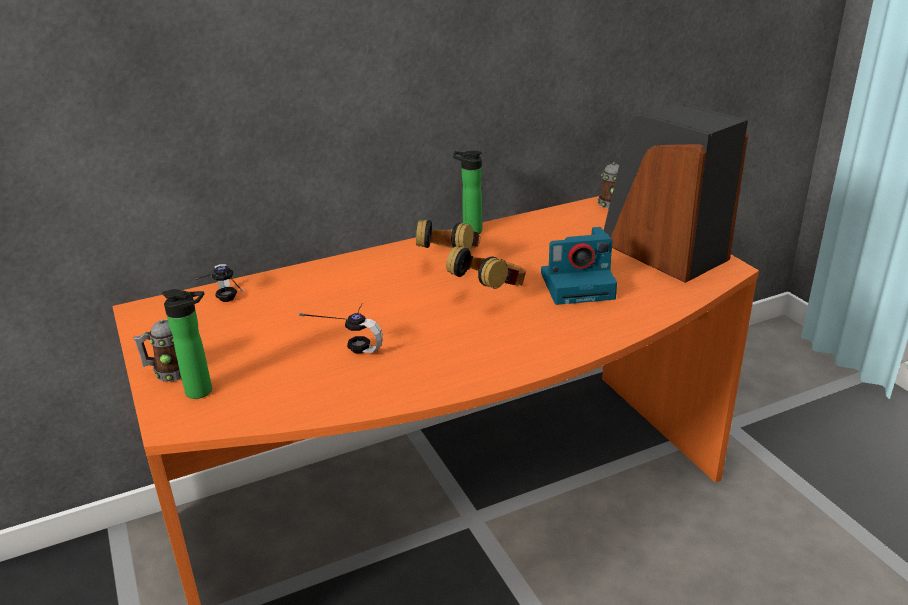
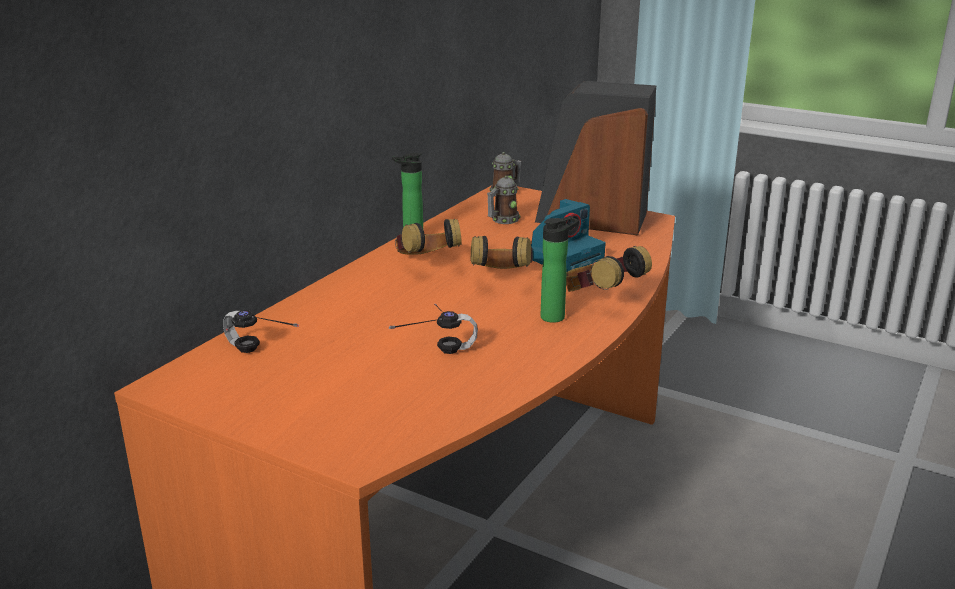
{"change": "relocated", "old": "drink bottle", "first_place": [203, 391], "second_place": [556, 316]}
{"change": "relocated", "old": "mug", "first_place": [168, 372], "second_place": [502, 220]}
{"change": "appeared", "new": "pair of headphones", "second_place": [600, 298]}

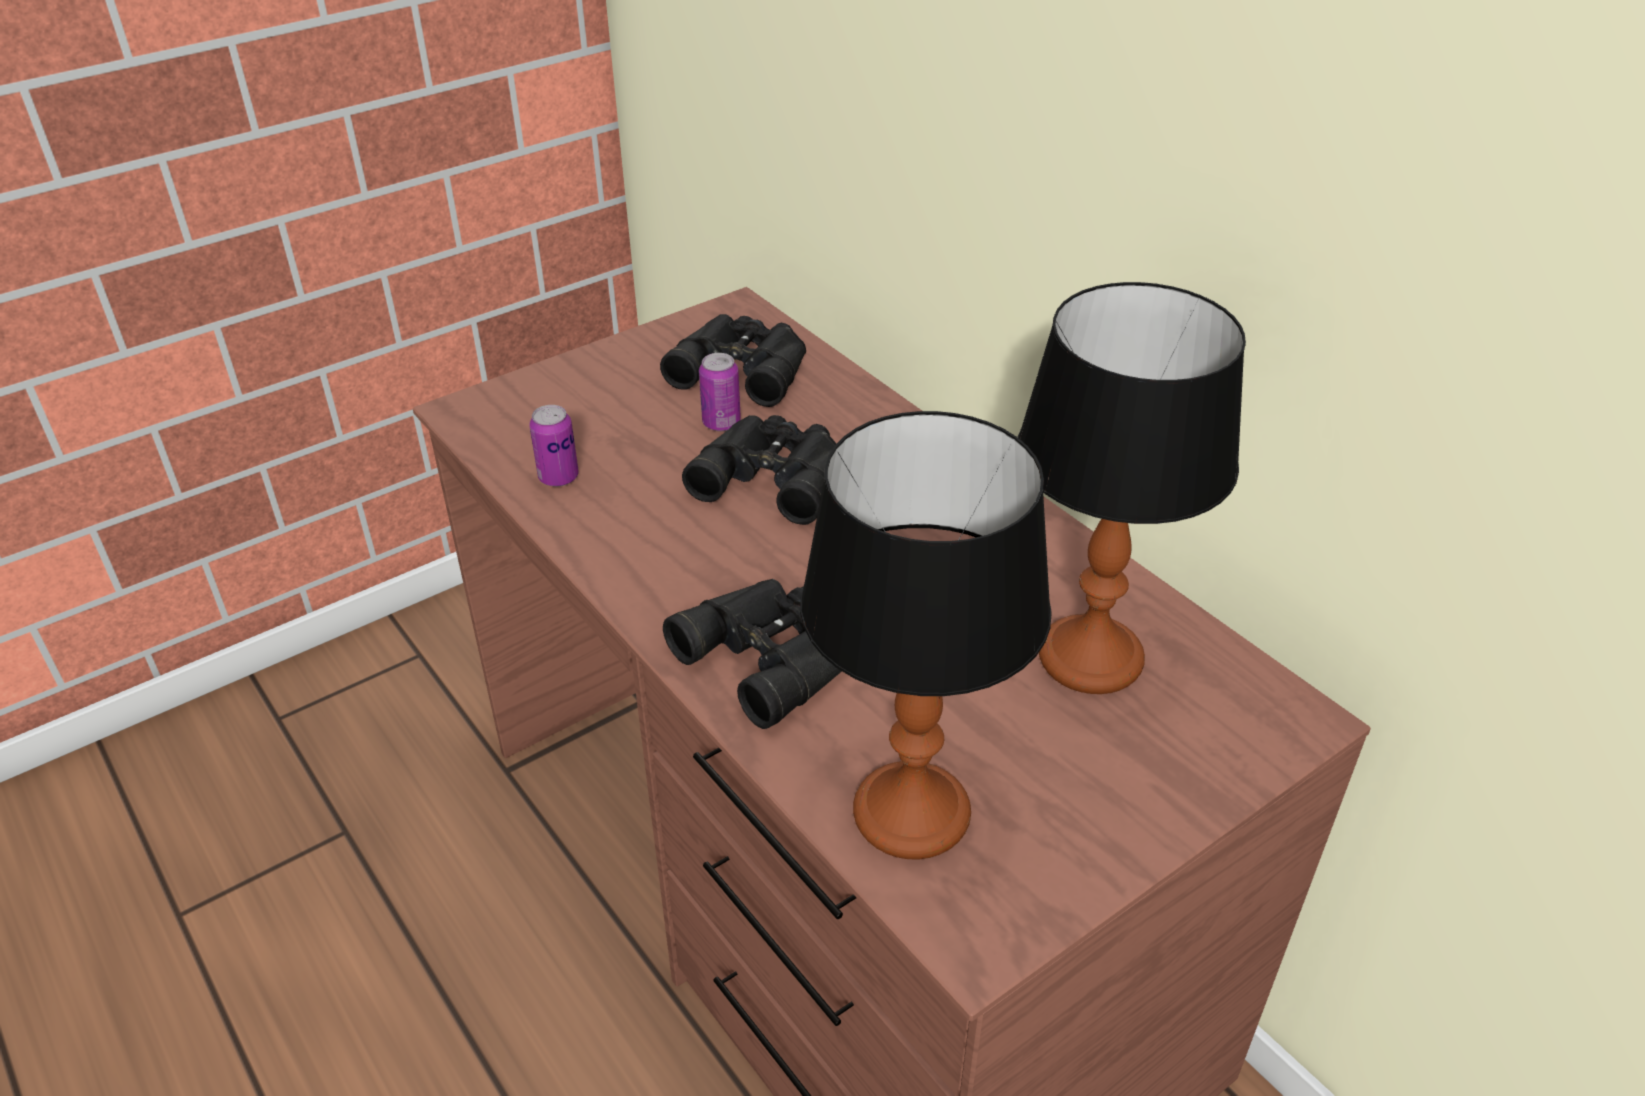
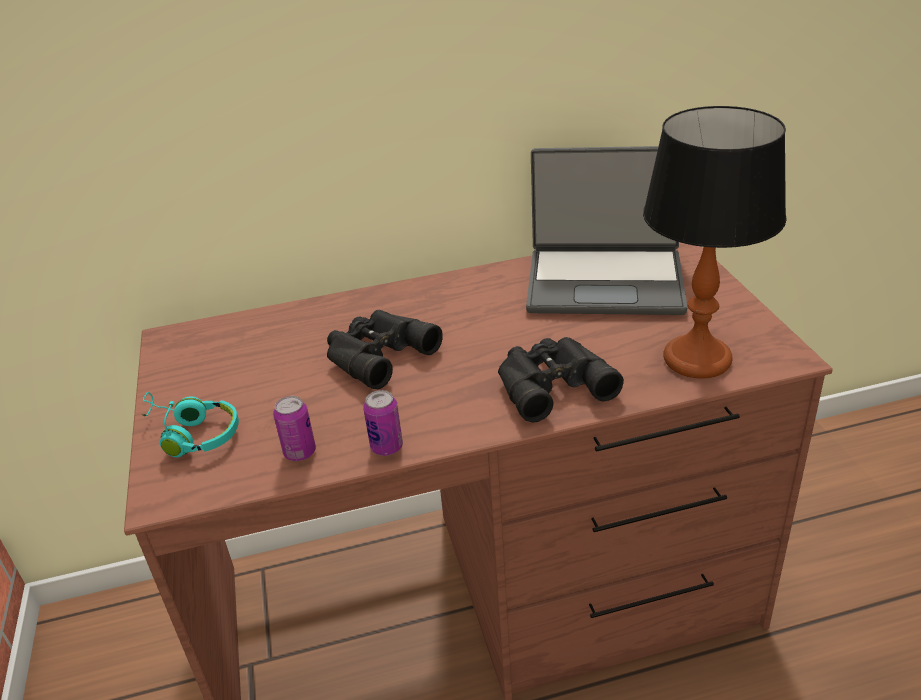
{"change": "exchanged", "old": "table lamp", "new": "laptop", "first_place": [1092, 658], "second_place": [605, 282]}
{"change": "missing", "old": "field glasses (black)", "first_place": [743, 367]}
{"change": "relocated", "old": "can", "first_place": [721, 423], "second_place": [386, 447]}
{"change": "appeared", "new": "pair of headphones (blue-green)", "second_place": [191, 434]}

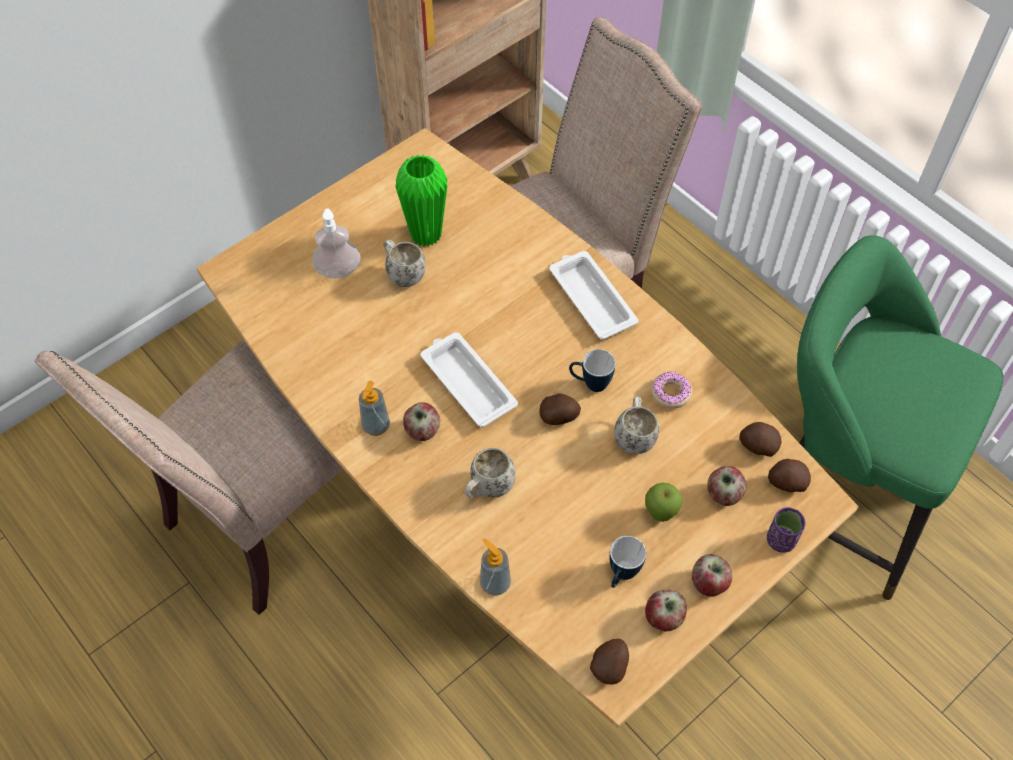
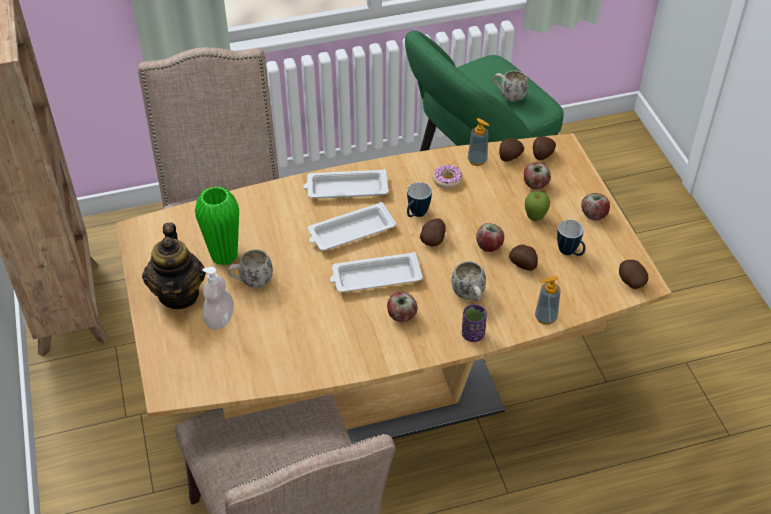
{"change": "relocated", "old": "liquid soap bottle", "first_place": [376, 426], "second_place": [477, 160]}
{"change": "relocated", "old": "mug (whitish)", "first_place": [634, 435], "second_place": [508, 96]}
{"change": "relocated", "old": "drinking cup (purplish)", "first_place": [781, 540], "second_place": [473, 334]}
{"change": "relocated", "old": "apple", "first_place": [664, 618], "second_place": [489, 246]}
{"change": "appeared", "new": "serving tray (whitish)", "second_place": [350, 232]}
{"change": "appeared", "new": "tea pot", "second_place": [179, 294]}
{"change": "appeared", "new": "potato", "second_place": [523, 265]}

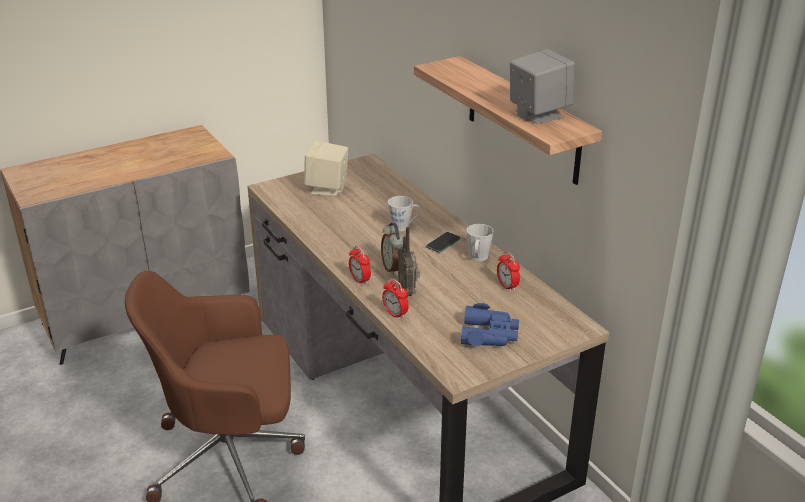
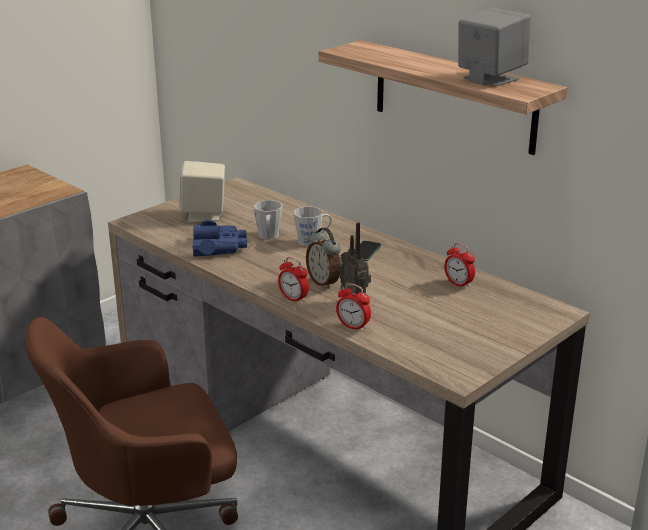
{"change": "relocated", "old": "mug (greyish)", "first_place": [478, 258], "second_place": [268, 237]}
{"change": "relocated", "old": "field glasses (bluish)", "first_place": [489, 334], "second_place": [219, 247]}

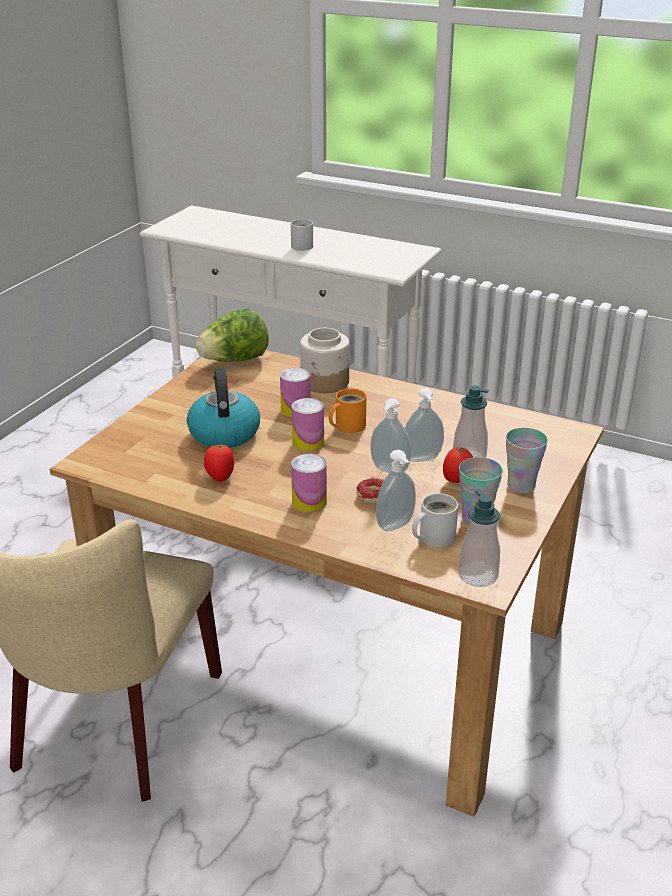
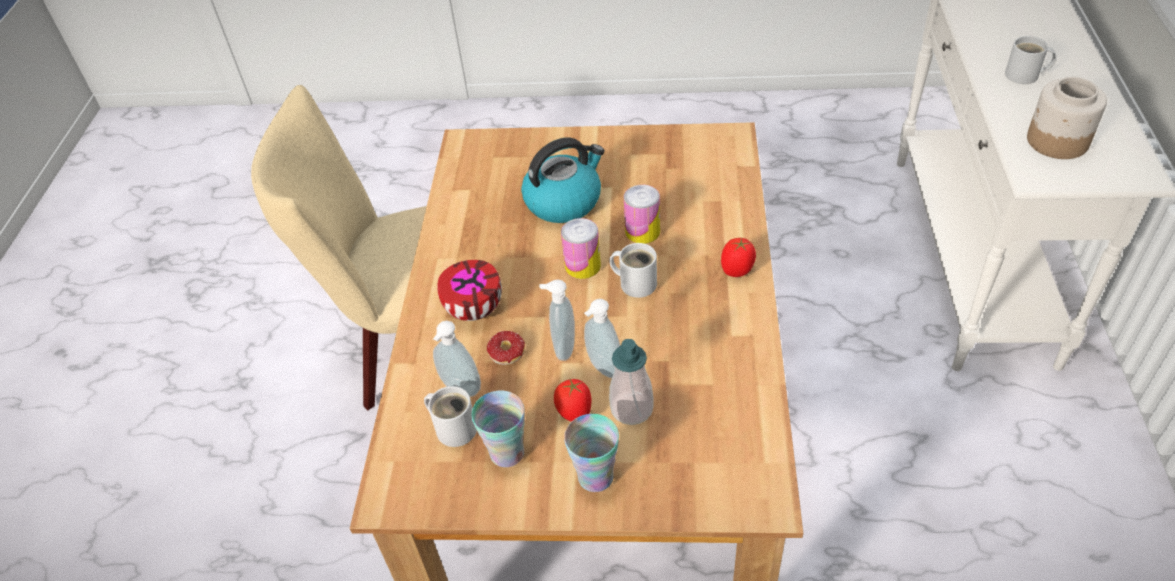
{"change": "missing", "old": "lettuce head", "first_place": [235, 360]}
{"change": "relocated", "old": "storage jar", "first_place": [325, 382], "second_place": [1056, 141]}
{"change": "colour", "old": "mug (orange)", "new": "mug (whitish)", "first_place": [347, 426], "second_place": [635, 282]}
{"change": "relocated", "old": "whole tomato", "first_place": [220, 477], "second_place": [737, 271]}
{"change": "exchanged", "old": "can", "new": "deep dish", "first_place": [309, 502], "second_place": [473, 308]}
{"change": "missing", "old": "liquid soap bottle", "first_place": [478, 575]}

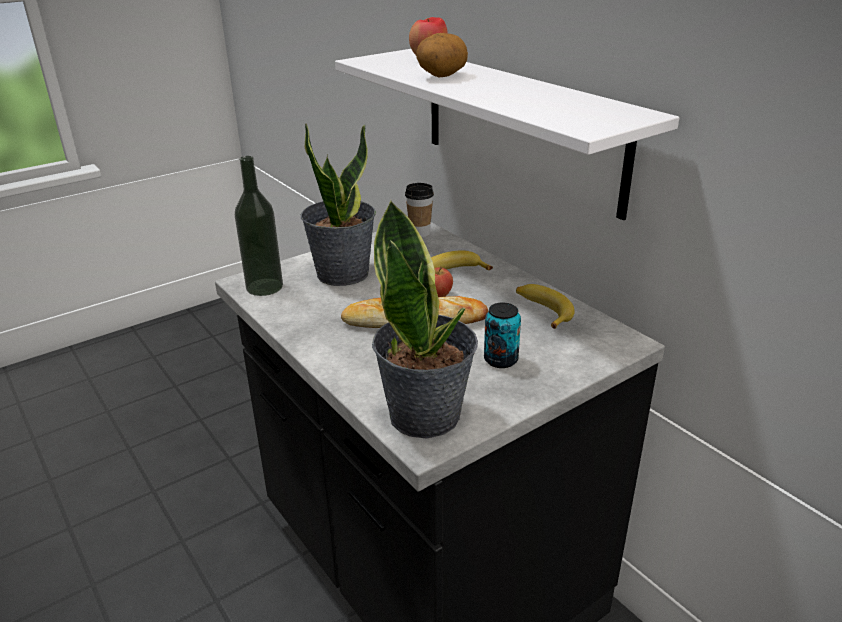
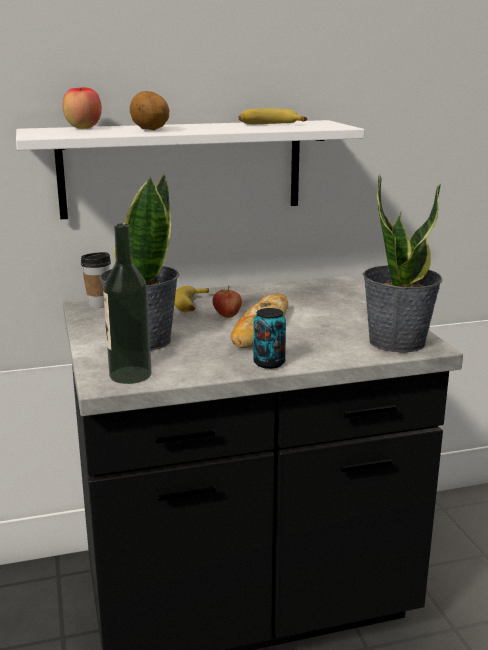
{"change": "relocated", "old": "banana fruit", "first_place": [542, 311], "second_place": [269, 124]}
{"change": "relocated", "old": "can", "first_place": [500, 360], "second_place": [269, 363]}

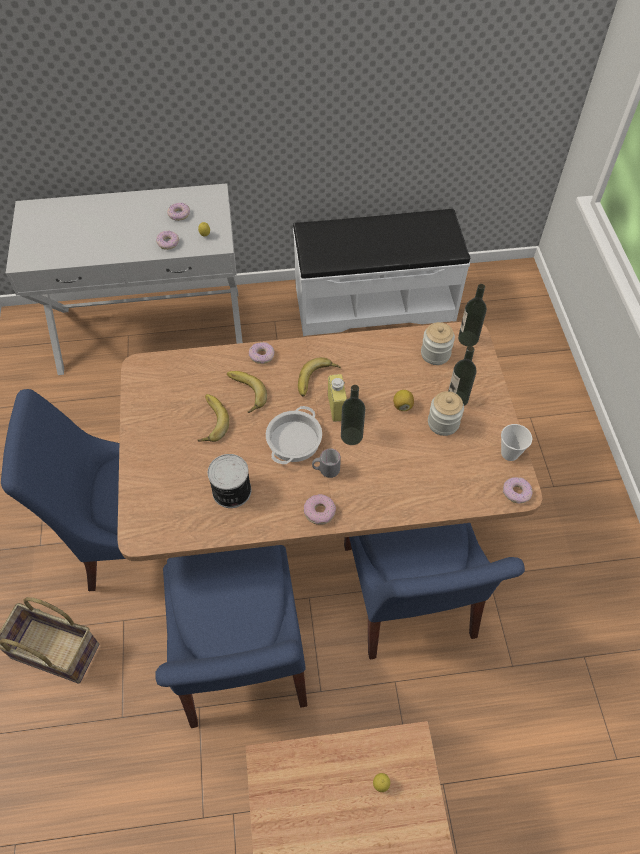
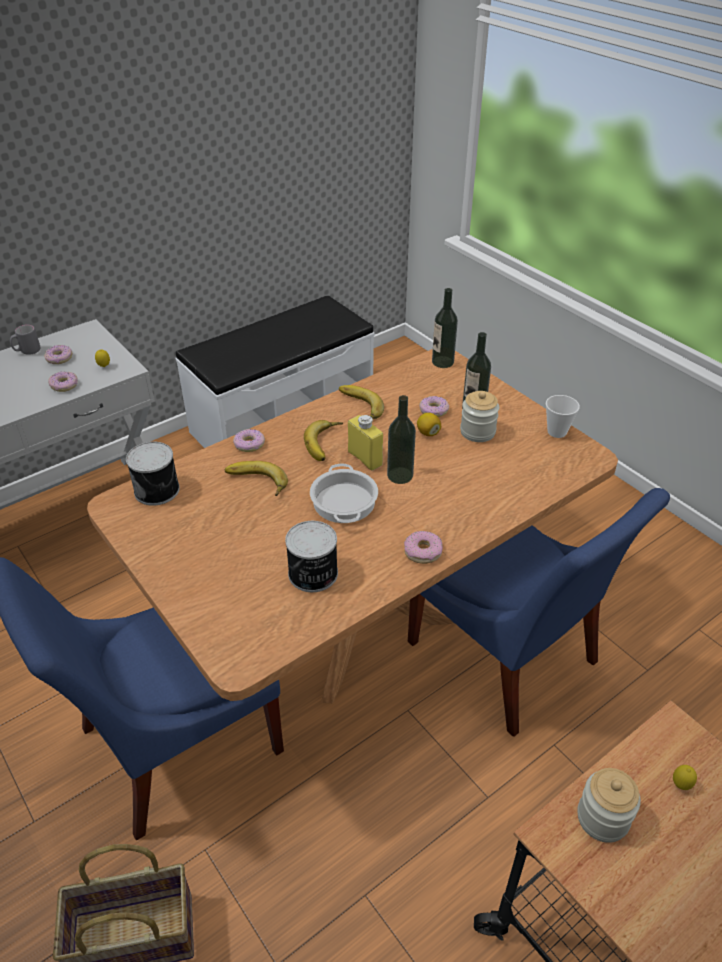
{"change": "relocated", "old": "storage jar", "first_place": [435, 354], "second_place": [602, 818]}
{"change": "relocated", "old": "banana fruit", "first_place": [209, 421], "second_place": [358, 407]}
{"change": "relocated", "old": "mug (greyish)", "first_place": [326, 470], "second_place": [27, 351]}
{"change": "relocated", "old": "ring doughnut", "first_place": [516, 492], "second_place": [433, 410]}
{"change": "missing", "old": "plain chair (bluish)", "first_place": [241, 660]}
{"change": "appeared", "new": "can", "second_place": [158, 490]}

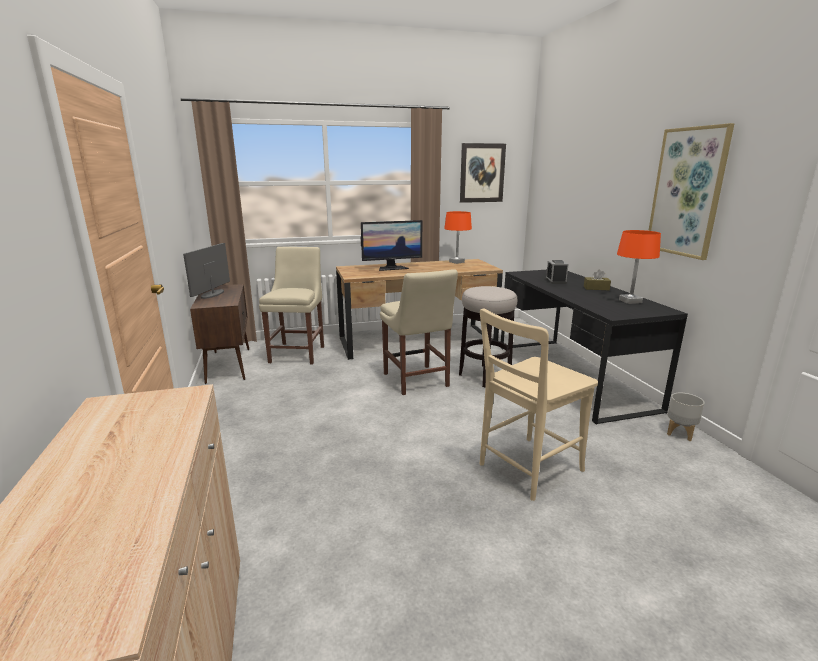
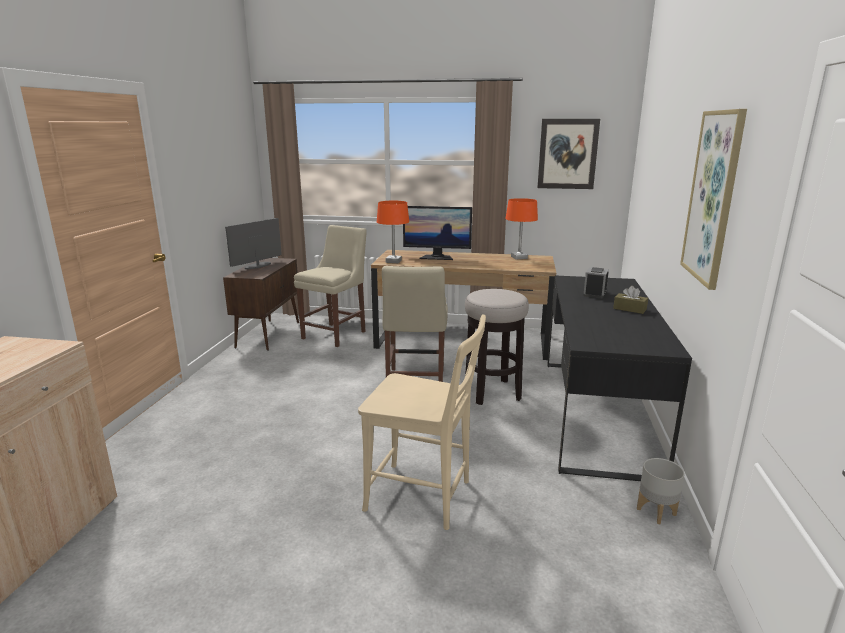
{"change": "relocated", "old": "table lamp (orange)", "first_place": [630, 301], "second_place": [393, 261]}
{"change": "spun", "old": "plain chair (sand-coloured)", "first_place": [526, 469], "second_place": [424, 497], "degrees": -150}

